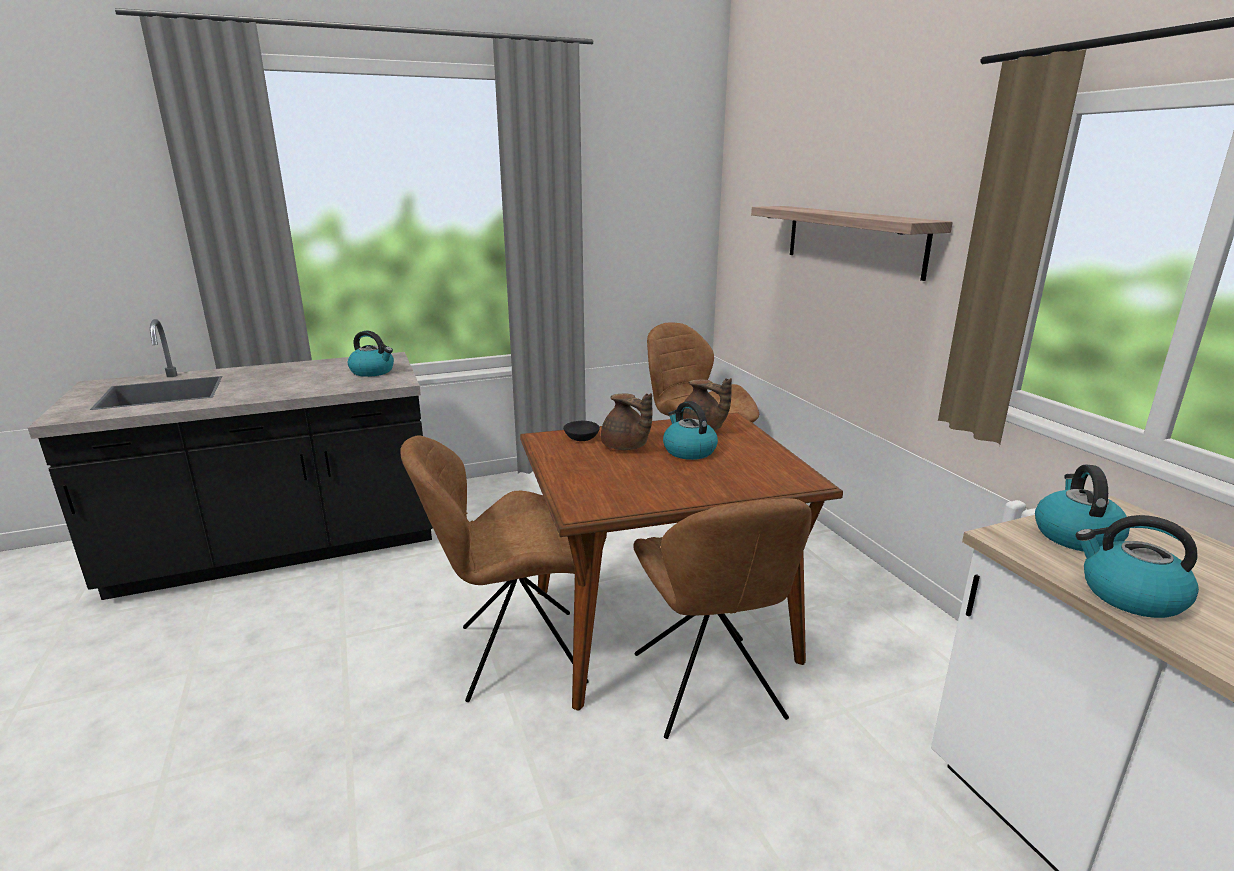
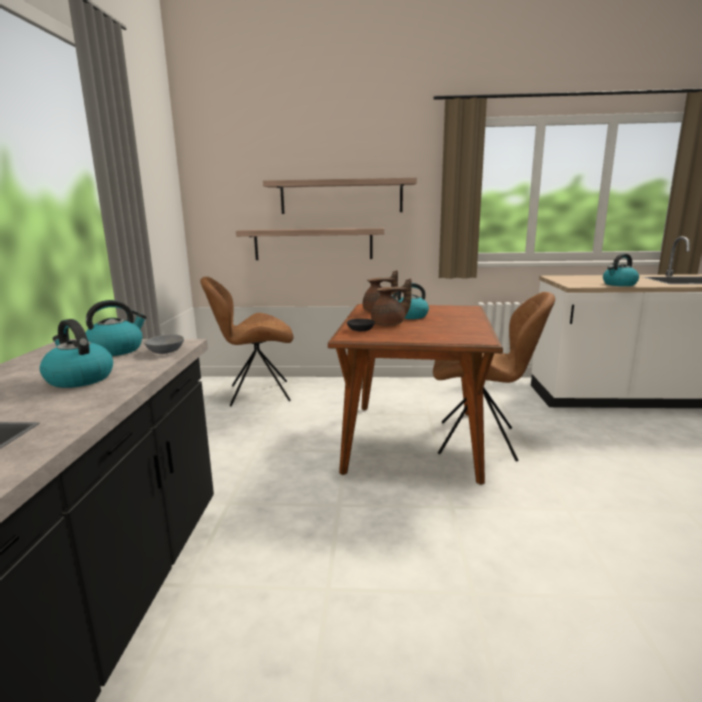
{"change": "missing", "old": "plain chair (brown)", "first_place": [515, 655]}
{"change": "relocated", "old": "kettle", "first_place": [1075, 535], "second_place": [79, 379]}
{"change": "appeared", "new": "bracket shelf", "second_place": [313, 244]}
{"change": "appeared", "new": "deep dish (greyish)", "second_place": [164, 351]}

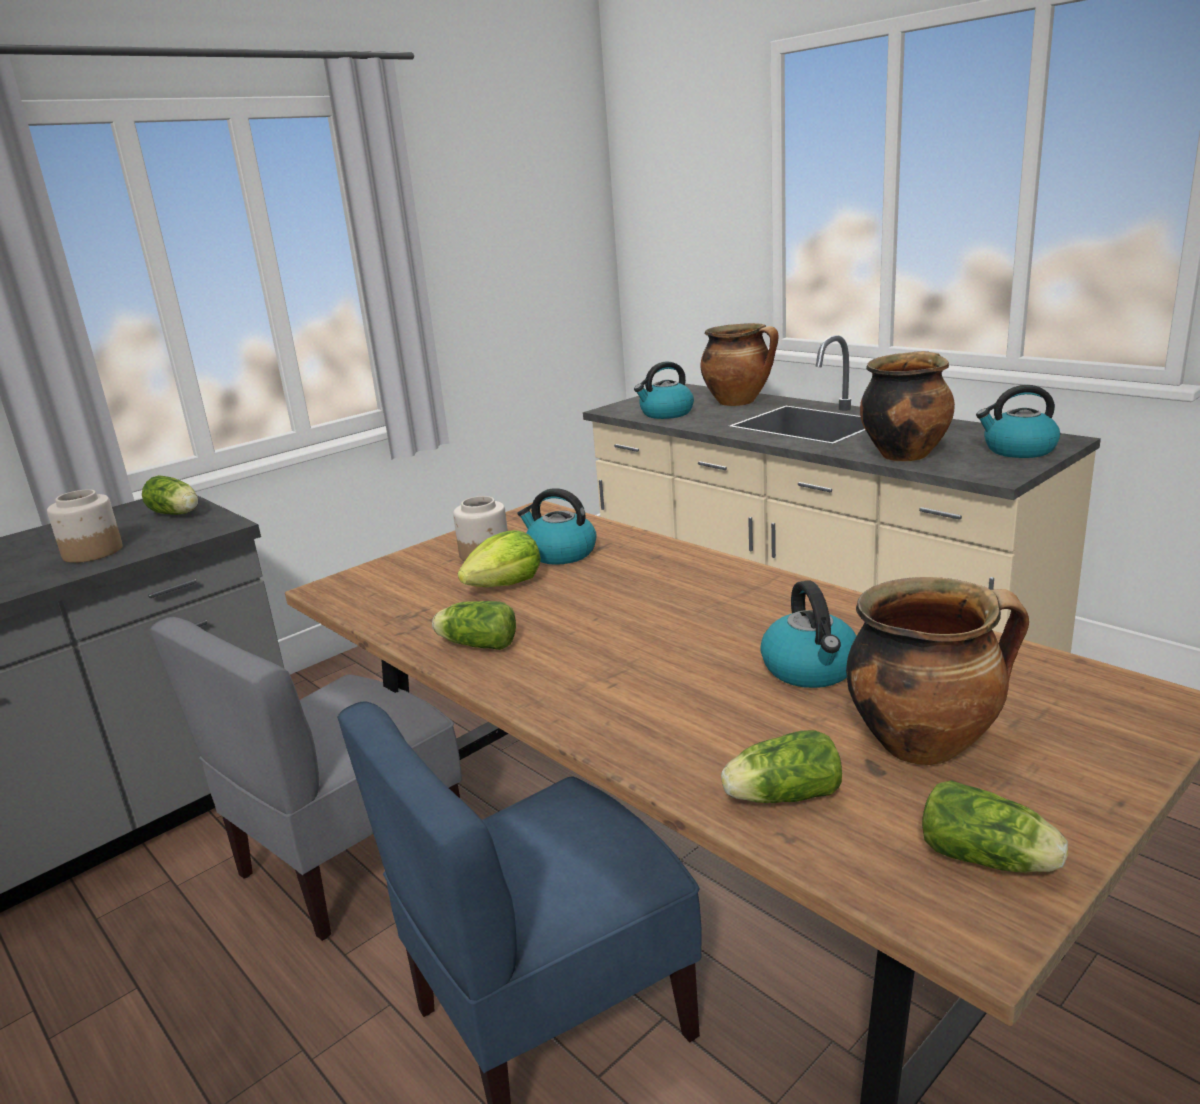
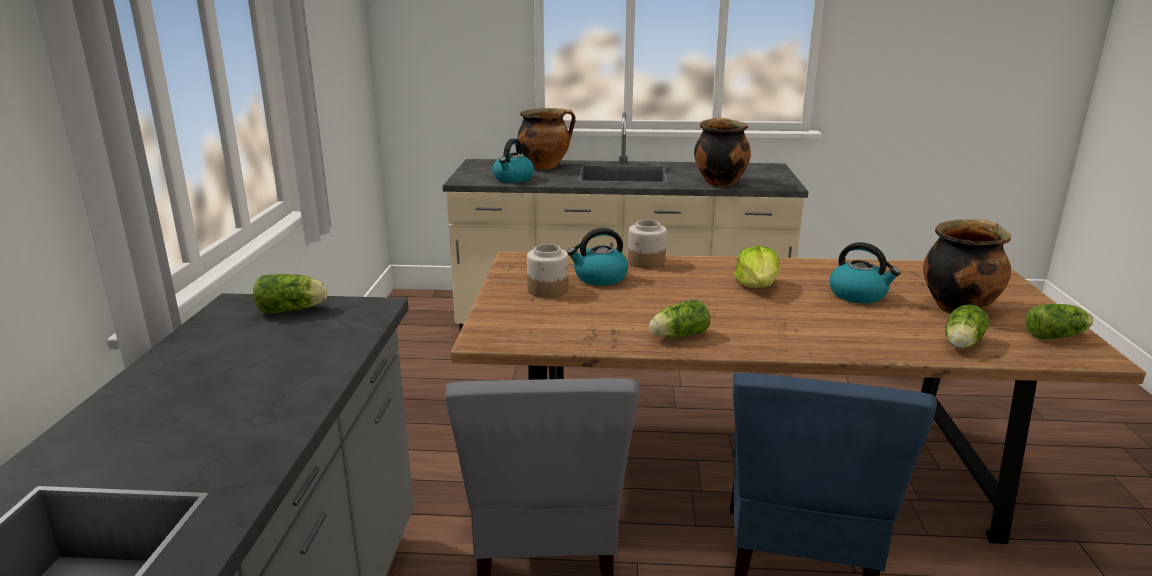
{"change": "missing", "old": "kettle", "first_place": [1018, 450]}
{"change": "relocated", "old": "storage jar", "first_place": [92, 552], "second_place": [646, 262]}
{"change": "relocated", "old": "lettuce head", "first_place": [505, 585], "second_place": [757, 286]}

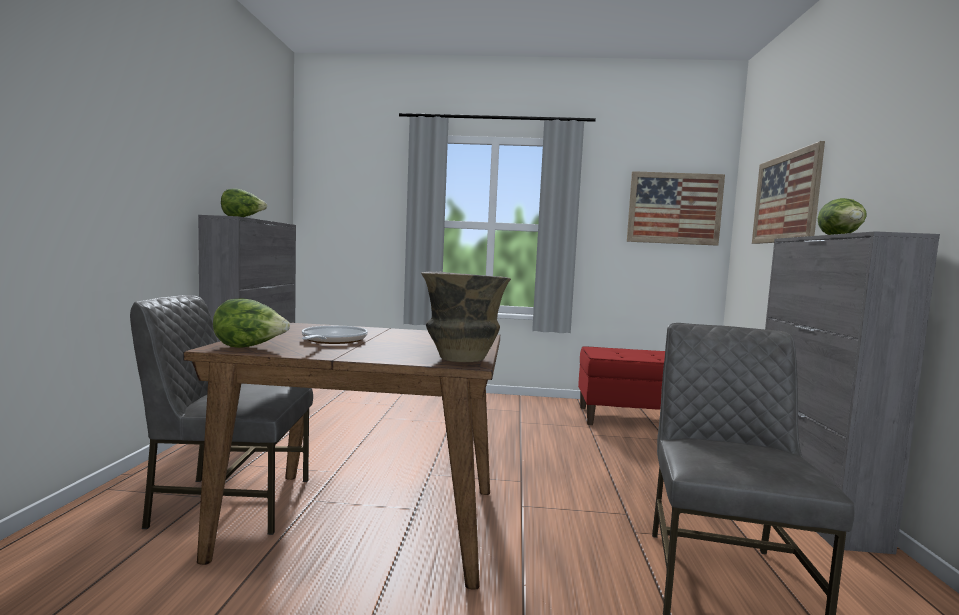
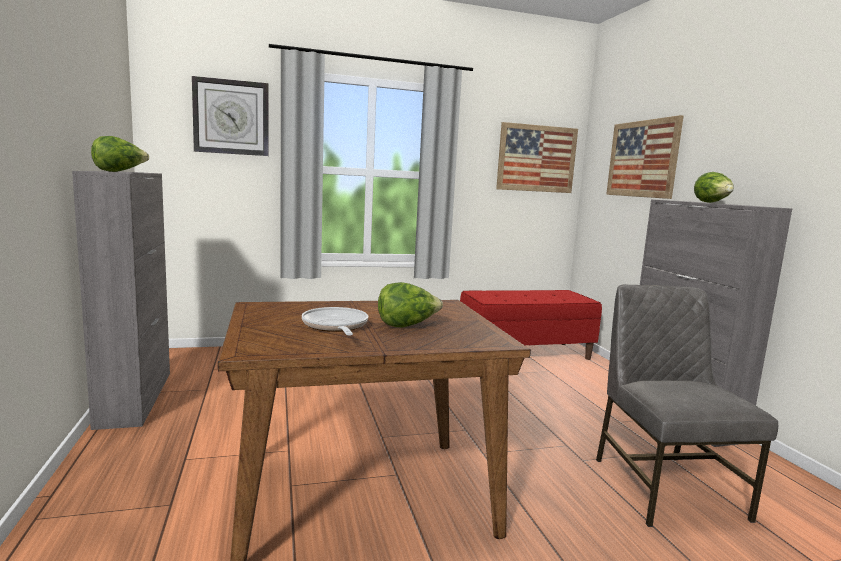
{"change": "missing", "old": "flower vase", "first_place": [462, 359]}
{"change": "missing", "old": "plain chair (greyish)", "first_place": [230, 503]}
{"change": "relocated", "old": "lettuce head", "first_place": [250, 347], "second_place": [407, 326]}
{"change": "appeared", "new": "clock on the wall", "second_place": [231, 117]}

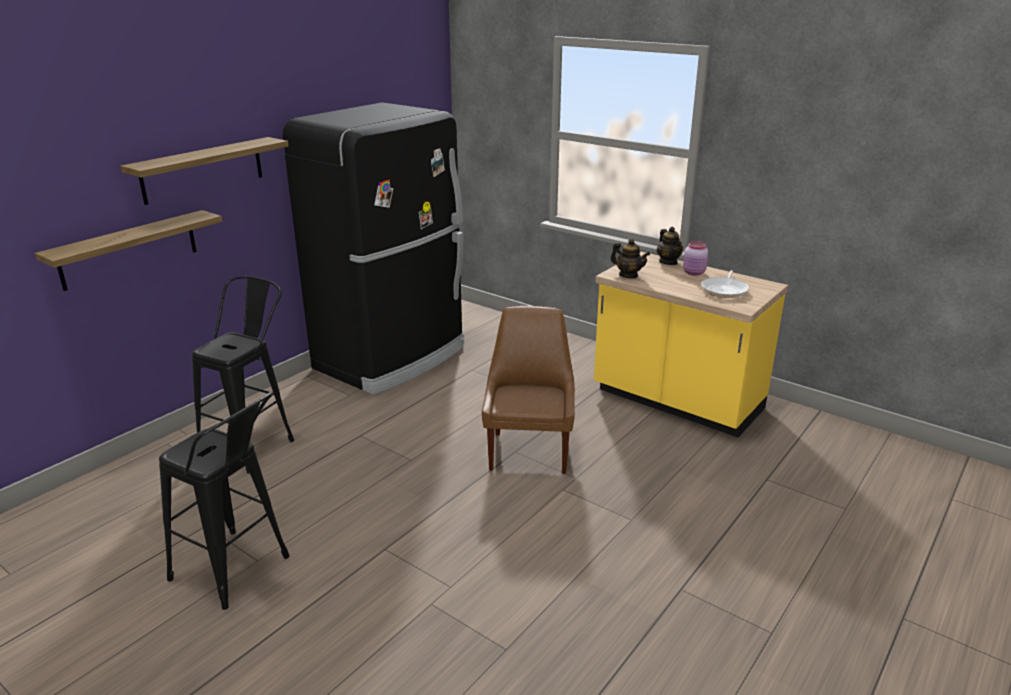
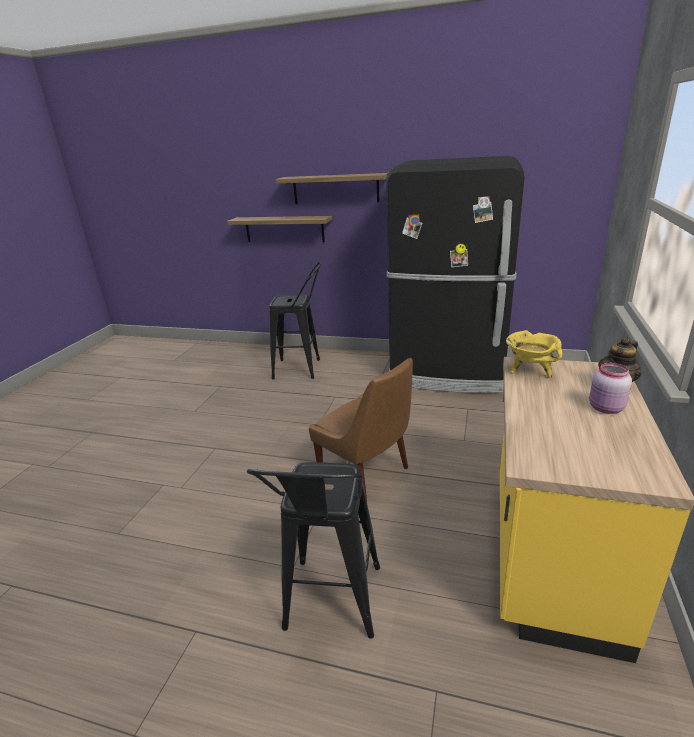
{"change": "exchanged", "old": "tea pot", "new": "cooking pot (yellowish)", "first_place": [628, 275], "second_place": [530, 371]}
{"change": "missing", "old": "pan", "first_place": [725, 290]}
{"change": "spun", "old": "plain chair (brown)", "first_place": [529, 451], "second_place": [366, 474], "degrees": 60}
{"change": "relocated", "old": "stool (black)", "first_place": [238, 573], "second_place": [331, 608]}

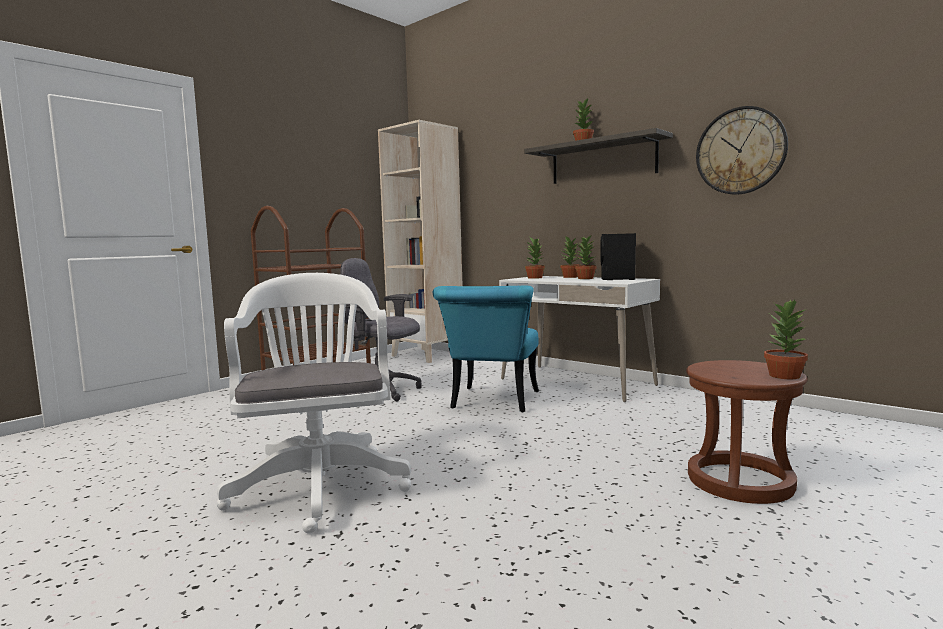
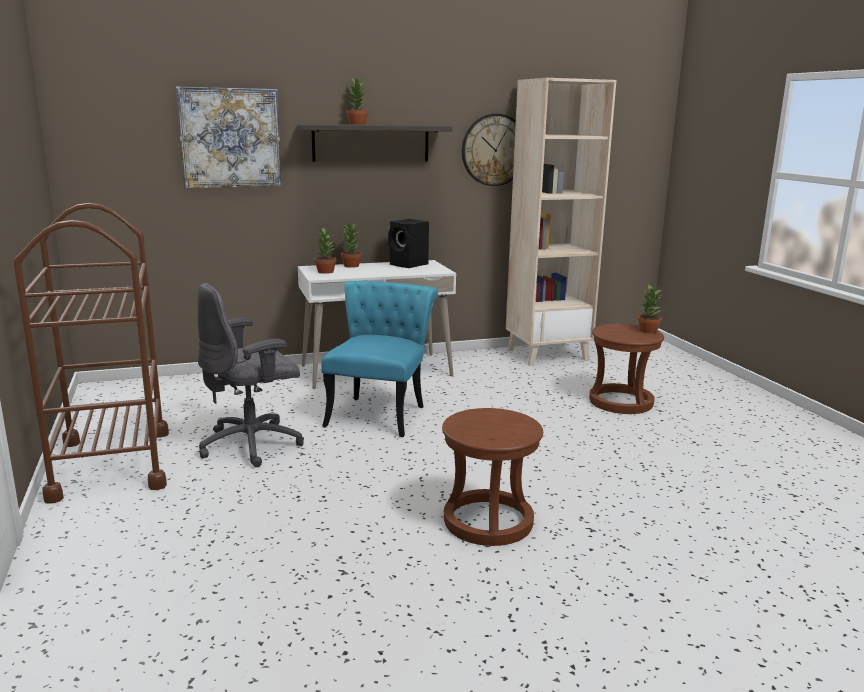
{"change": "relocated", "old": "bookcase (sand-coloured)", "first_place": [427, 355], "second_place": [547, 354]}
{"change": "missing", "old": "potted plant", "first_place": [585, 278]}
{"change": "exchanged", "old": "desk chair (whitish)", "new": "stool (brown)", "first_place": [319, 483], "second_place": [487, 521]}
{"change": "spun", "old": "plain chair (blue-green)", "first_place": [492, 403], "second_place": [380, 412], "degrees": -120}
{"change": "appeared", "new": "wall art", "second_place": [230, 138]}

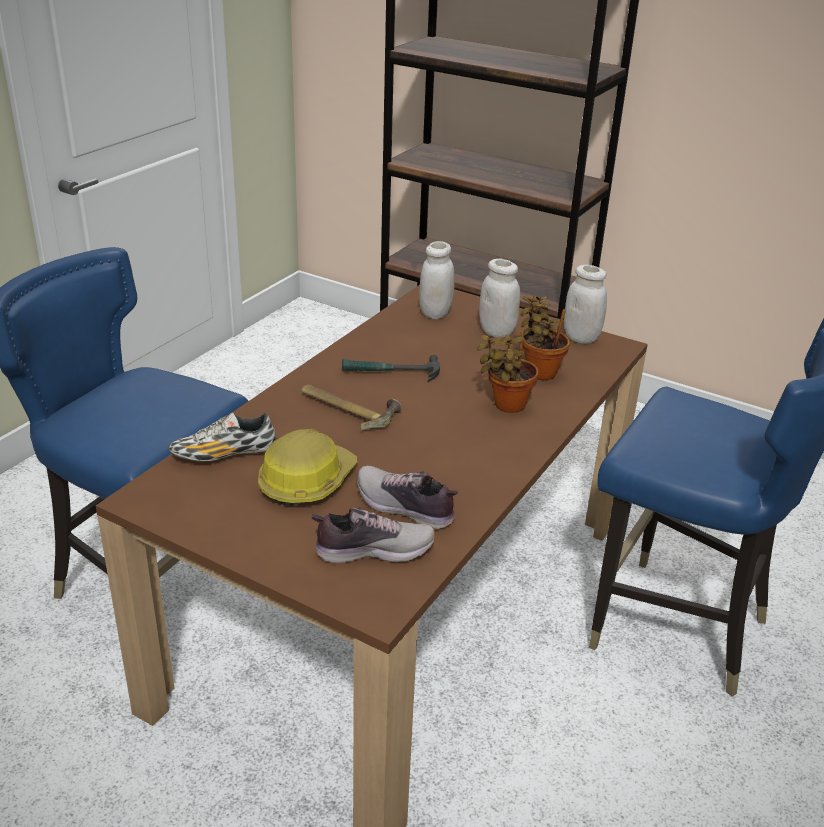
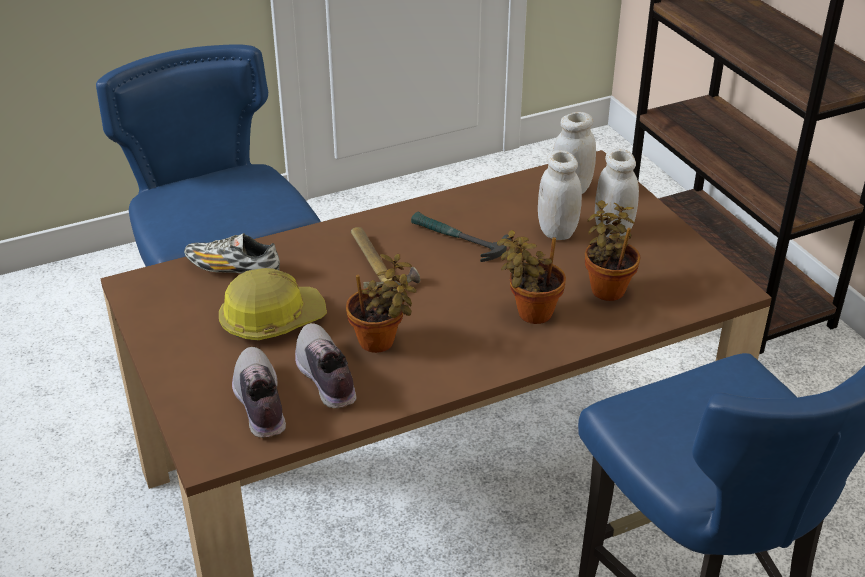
{"change": "relocated", "old": "storage jar (whitish)", "first_place": [581, 338], "second_place": [557, 231]}
{"change": "spun", "old": "low shoe", "first_place": [373, 549], "second_place": [259, 403], "degrees": -135}
{"change": "appeared", "new": "potted plant", "second_place": [381, 342]}

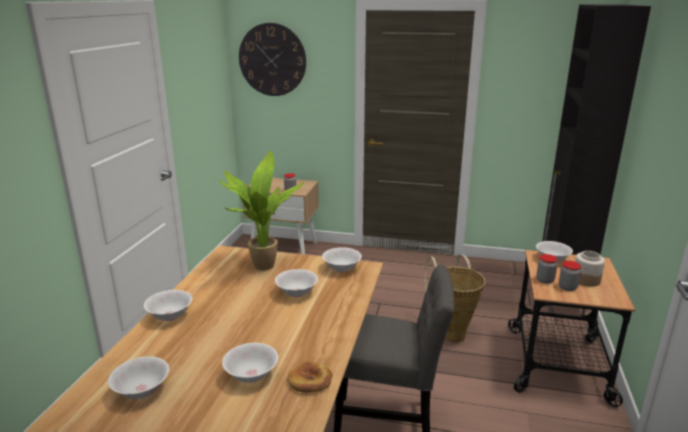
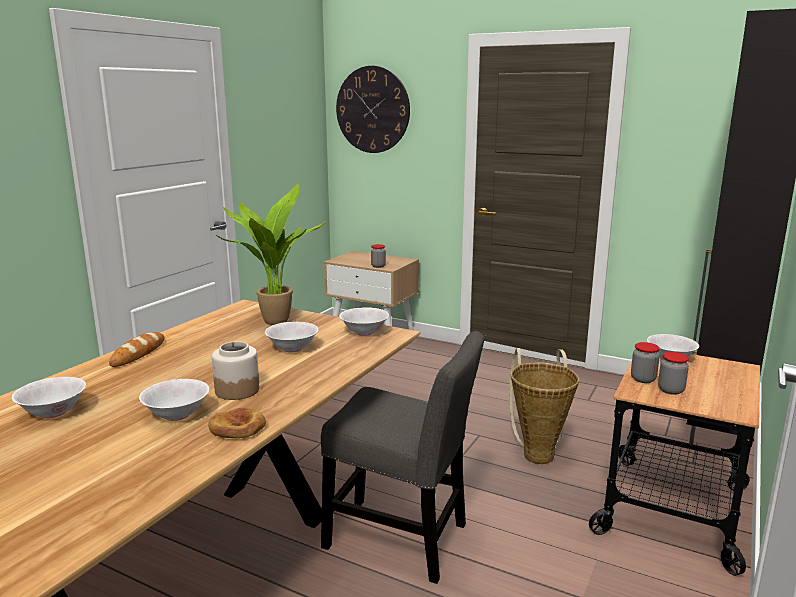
{"change": "relocated", "old": "storage jar", "first_place": [585, 280], "second_place": [237, 390]}
{"change": "exchanged", "old": "deep dish (whitish)", "new": "baked bread", "first_place": [170, 316], "second_place": [138, 353]}

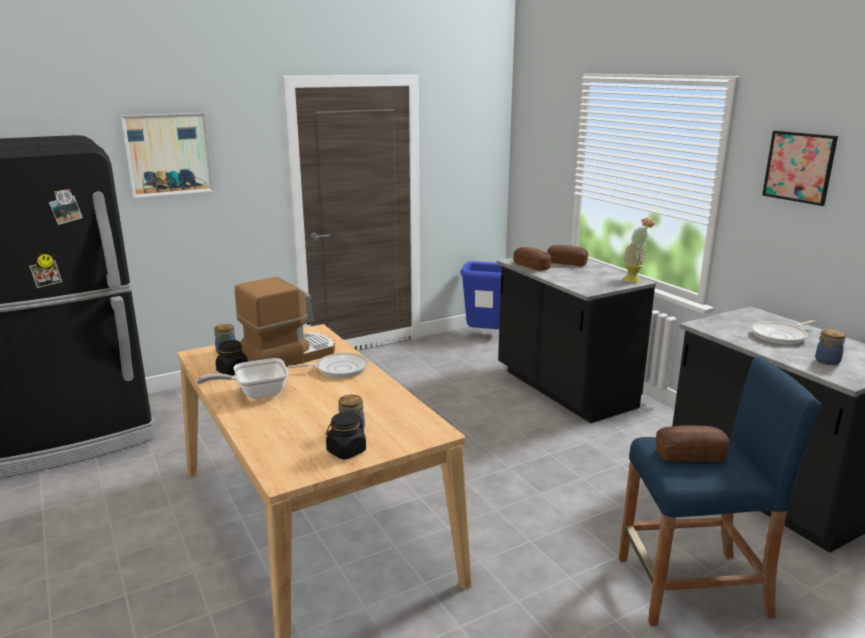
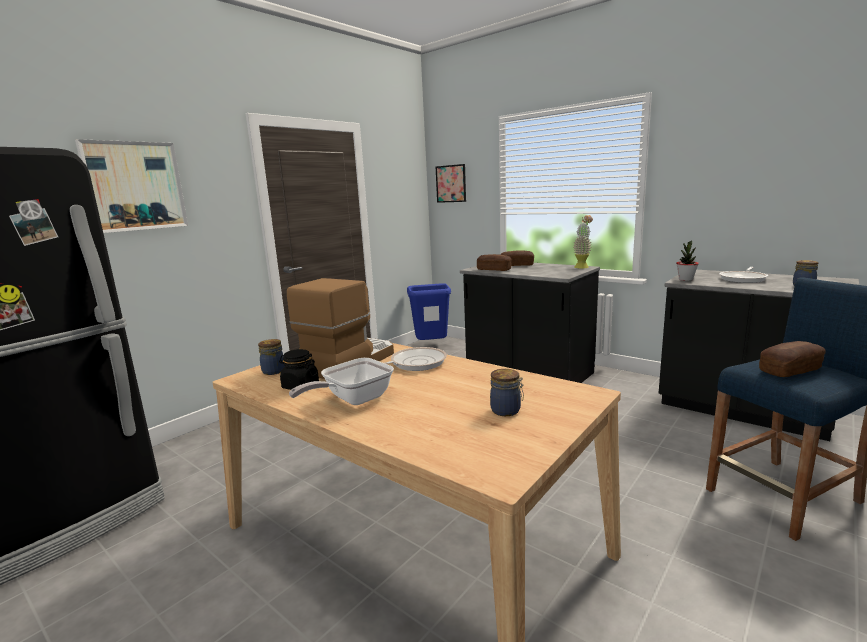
{"change": "relocated", "old": "wall art", "first_place": [799, 167], "second_place": [451, 183]}
{"change": "missing", "old": "storage jar (black)", "first_place": [346, 451]}
{"change": "appeared", "new": "potted plant", "second_place": [685, 279]}

